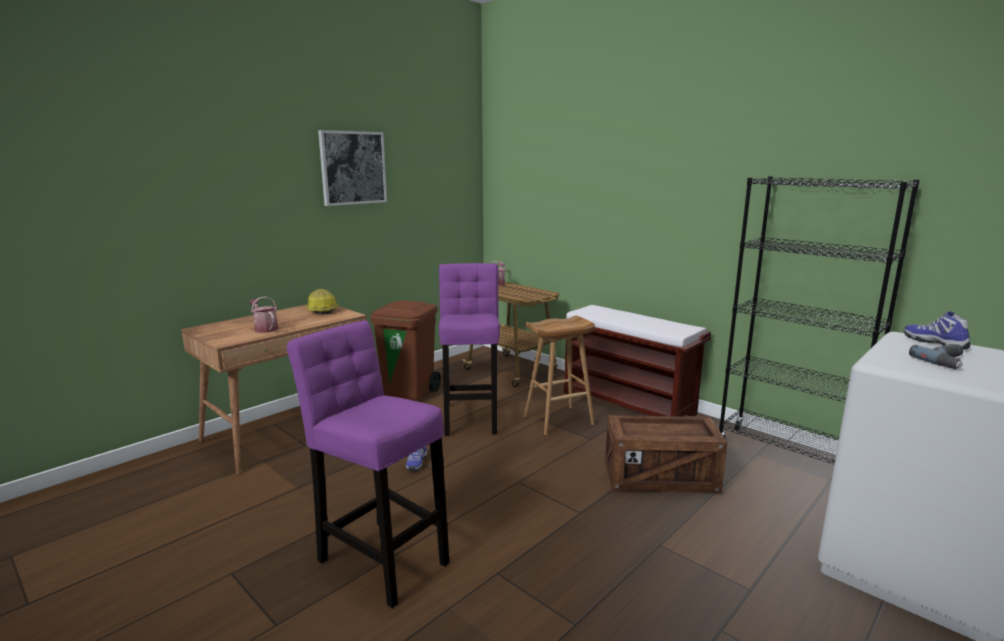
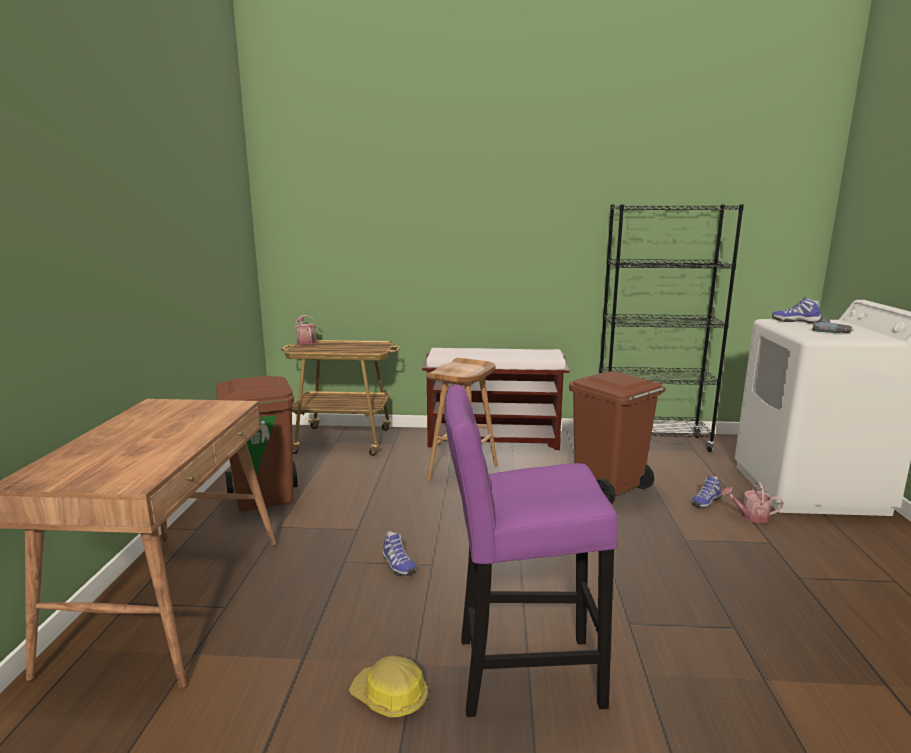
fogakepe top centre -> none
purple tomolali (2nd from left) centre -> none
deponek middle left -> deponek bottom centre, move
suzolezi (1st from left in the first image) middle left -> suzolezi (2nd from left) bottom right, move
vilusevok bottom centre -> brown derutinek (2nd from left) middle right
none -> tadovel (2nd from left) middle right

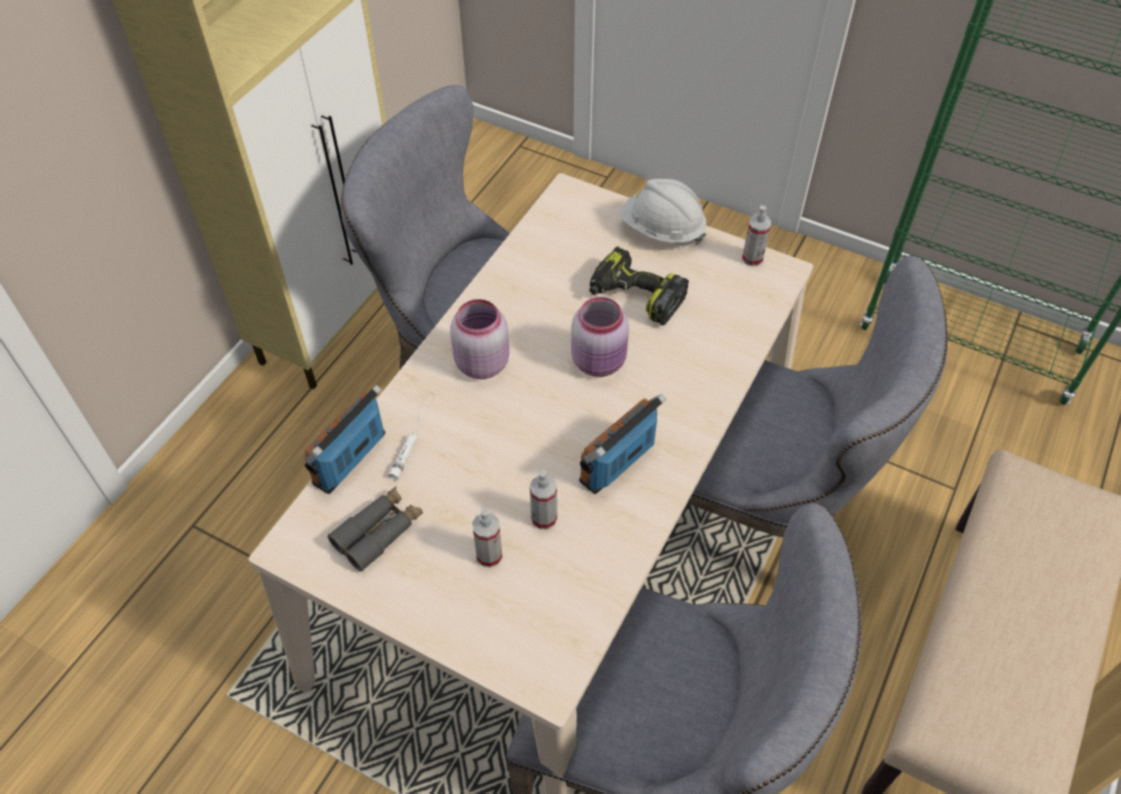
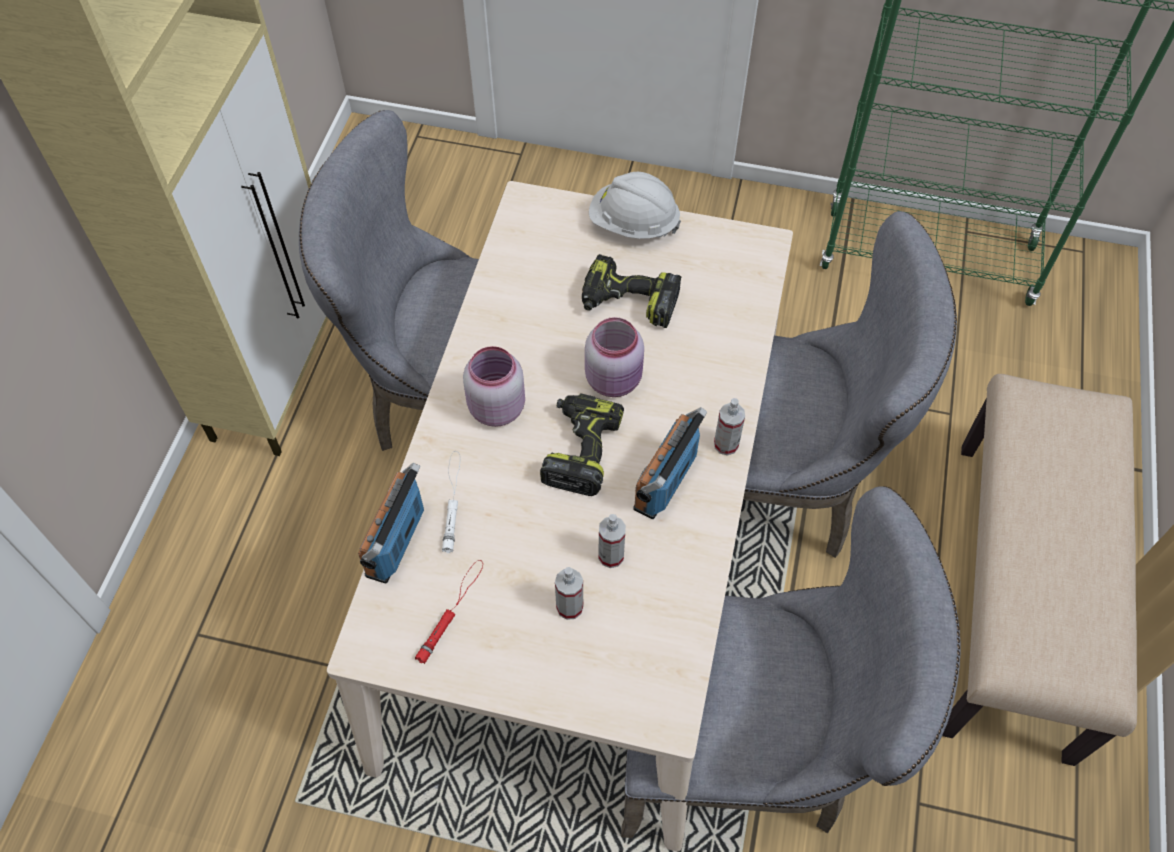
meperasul (3rd from left) top right -> meperasul (3rd from left) centre, move
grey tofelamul centre -> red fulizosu bottom centre
none -> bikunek (1st from left) centre

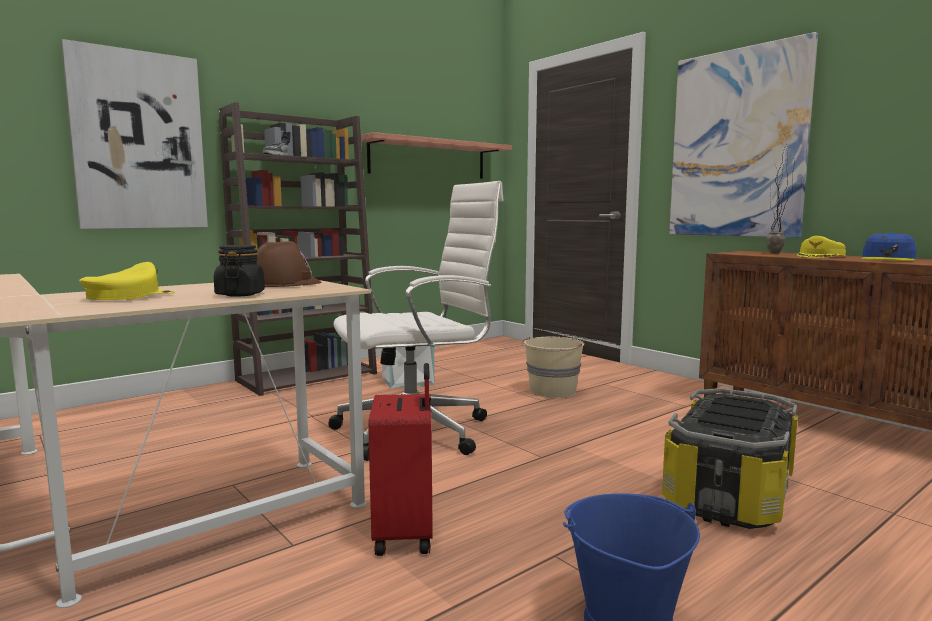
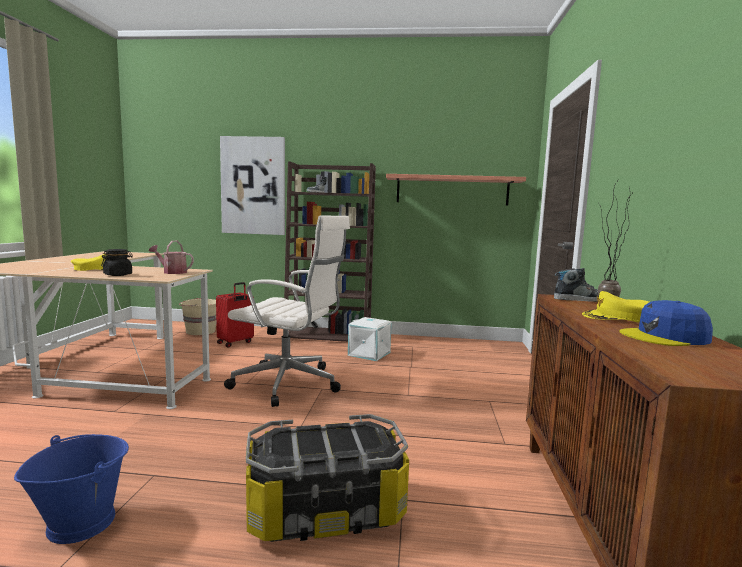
fogakepe (2nd from left) top right -> none
brown deponek middle left -> suzolezi middle left
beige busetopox centre -> beige busetopox middle left, move
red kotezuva bottom centre -> red kotezuva middle left, move
none -> tadovel (2nd from left) middle right

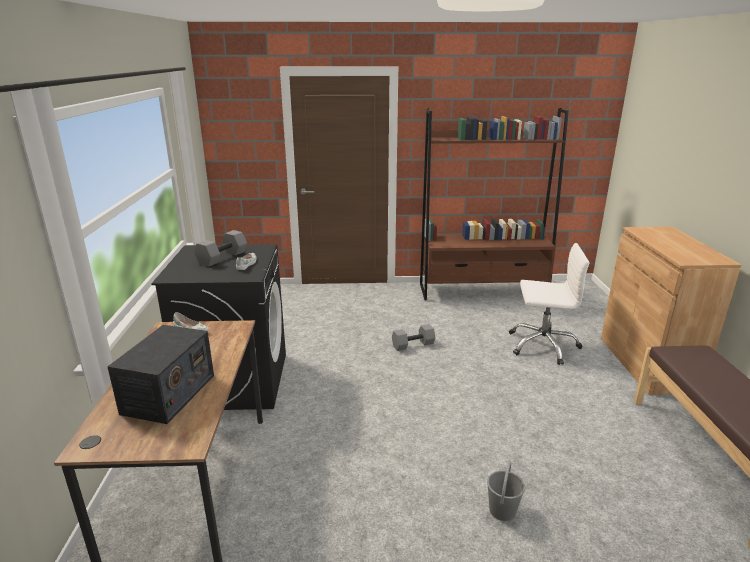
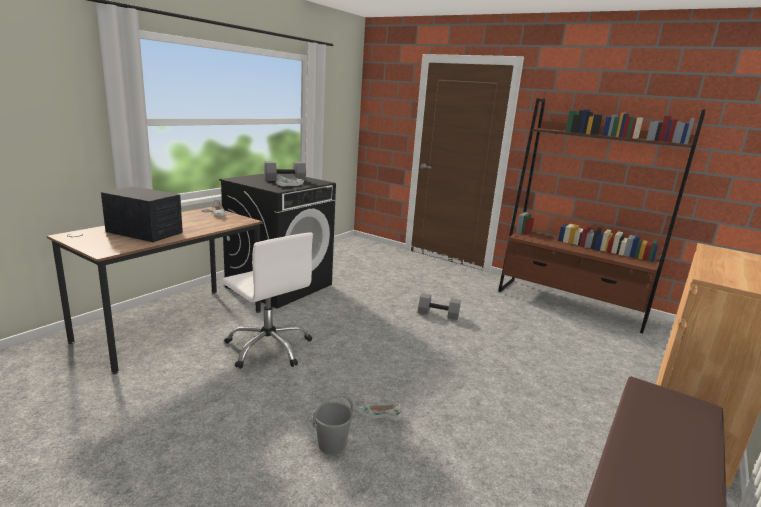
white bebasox middle right -> white bebasox centre, move
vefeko middle left, 120 degrees counterclockwise
none -> white tadovel (3rd from left) bottom centre

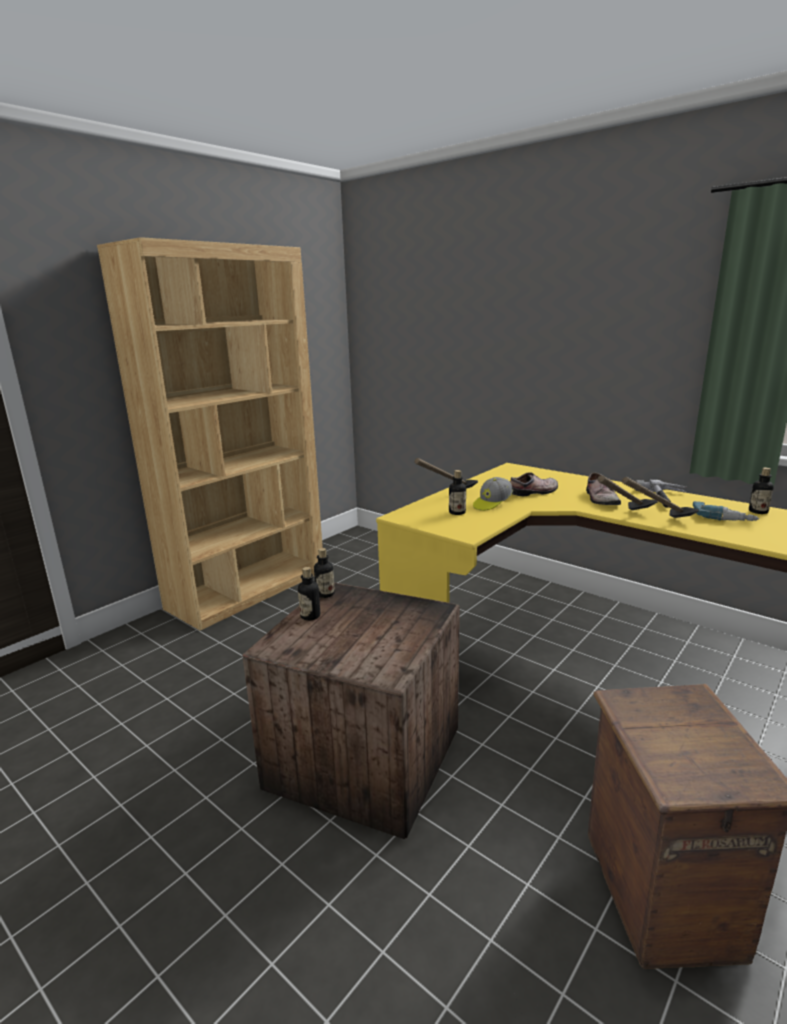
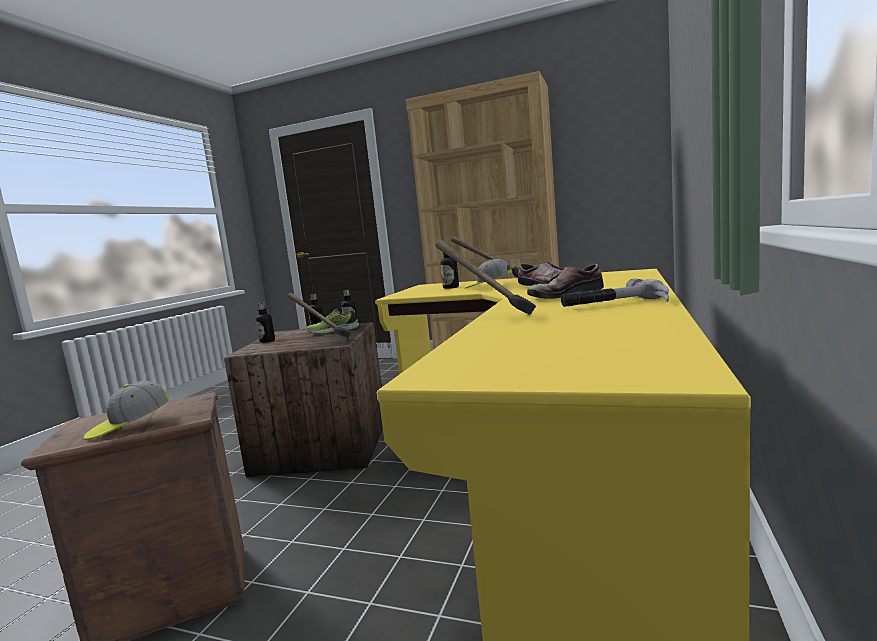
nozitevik (4th from left in the first image) middle right -> nozitevik (1st from left) middle left, move
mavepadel (2nd from left in the first image) middle right -> mavepadel (1st from left) centre, move
bikunek middle right -> none
none -> tadovel (1st from left) centre
none -> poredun (1st from left) middle left

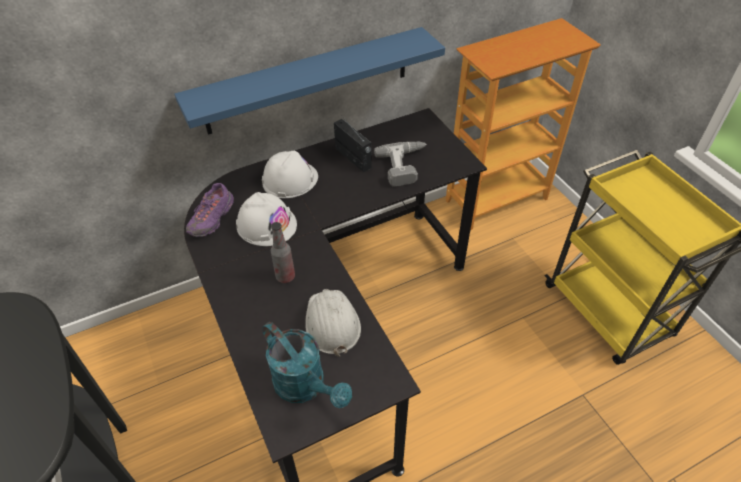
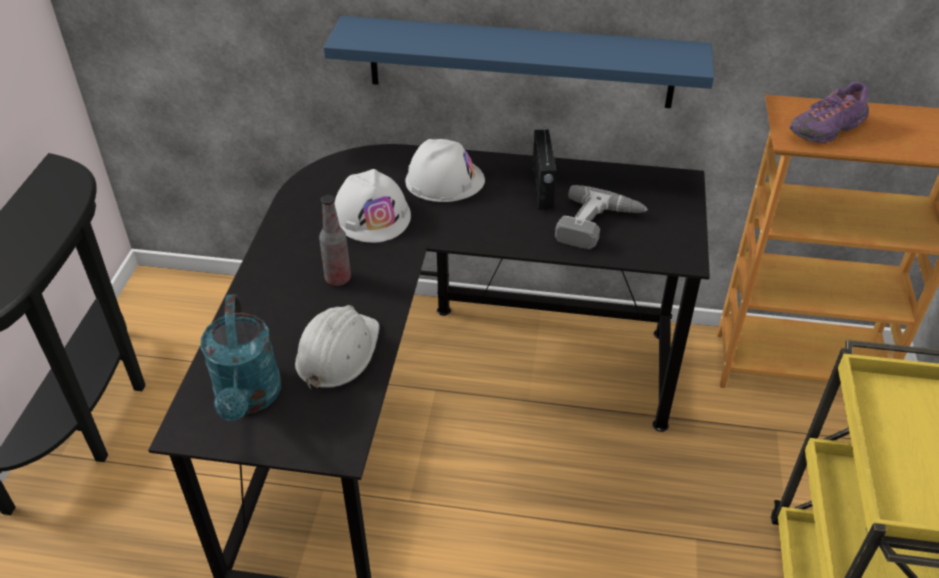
purple tadovel middle left -> purple tadovel top right, move

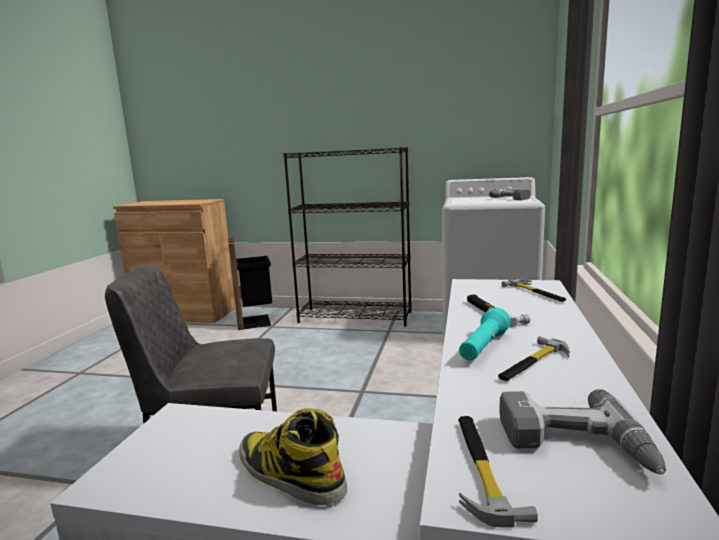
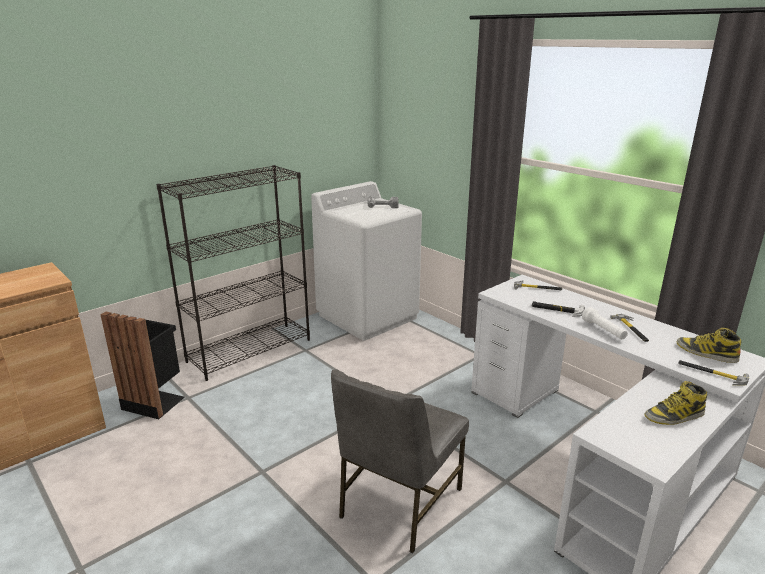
turquoise fulizosu middle right -> white fulizosu middle right
bikunek (2nd from left) bottom right -> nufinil (2nd from left) middle right

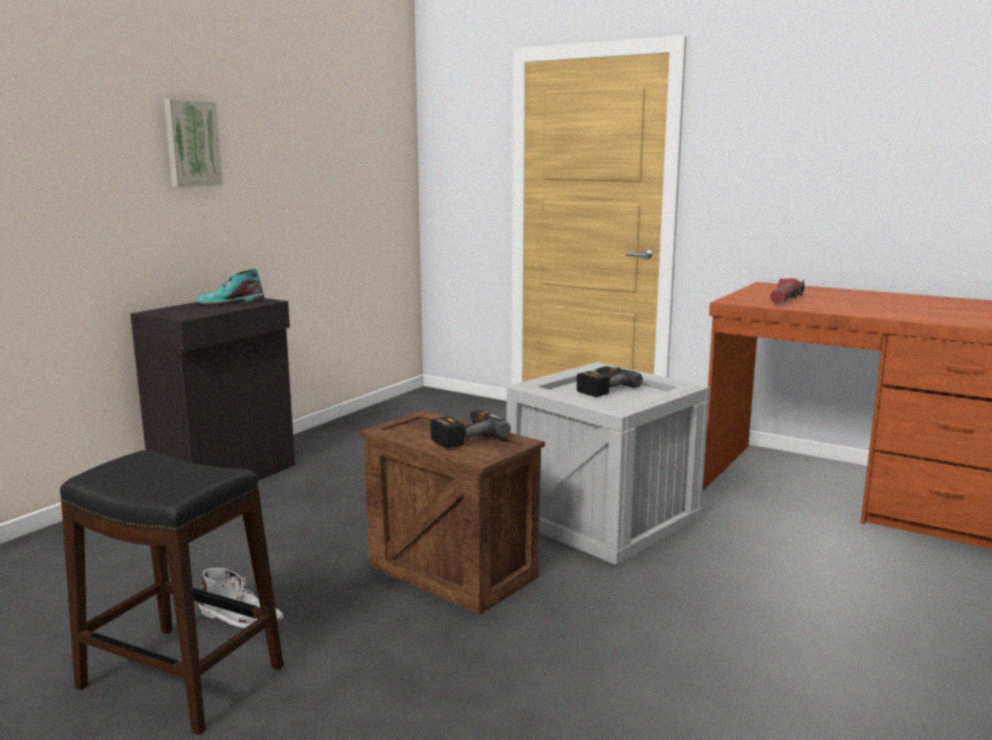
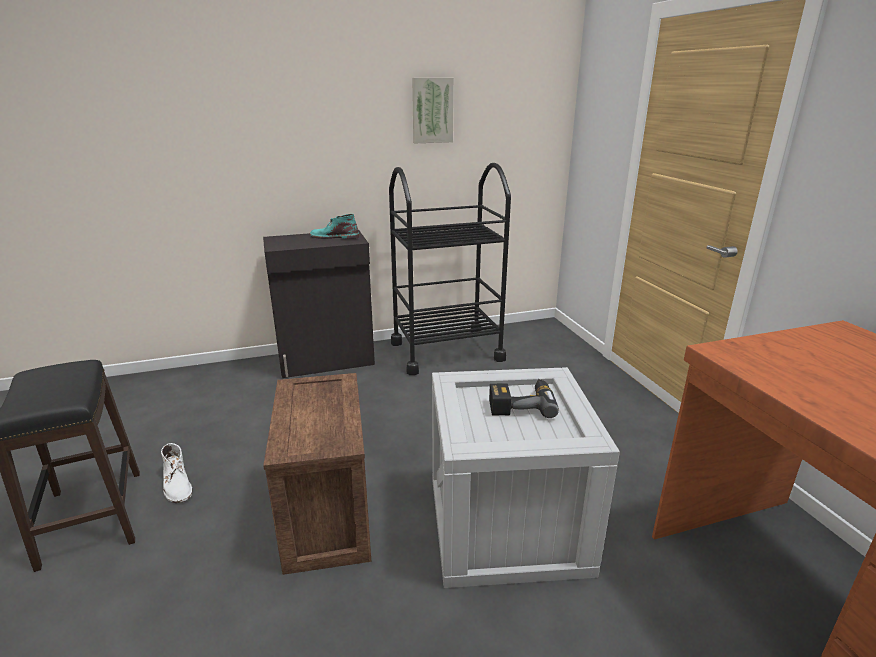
fogakepe top left -> fogakepe top centre, move
fulizosu middle right -> none
bikunek (1st from left) centre -> none
none -> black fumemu centre

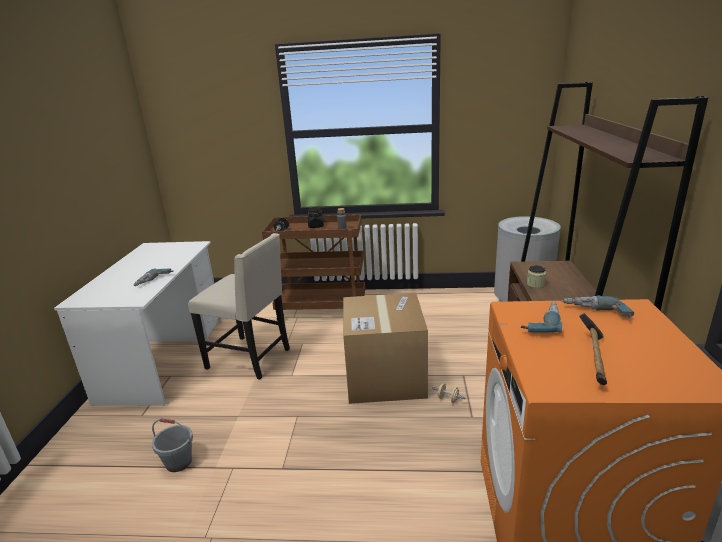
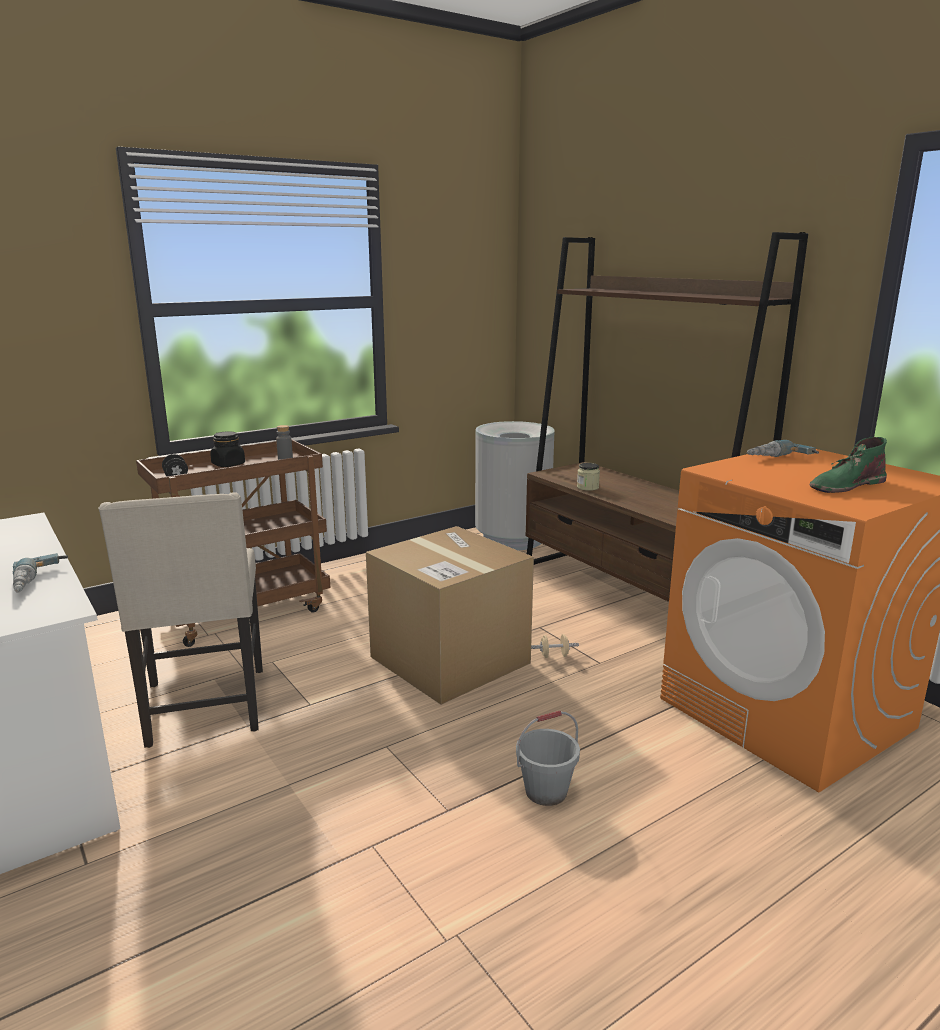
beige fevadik middle left, 90 degrees clockwise
bikunek (2nd from left) middle right -> none
mavepadel middle right -> green nufinil middle right
grey busetopox bottom left -> grey busetopox bottom centre, move

